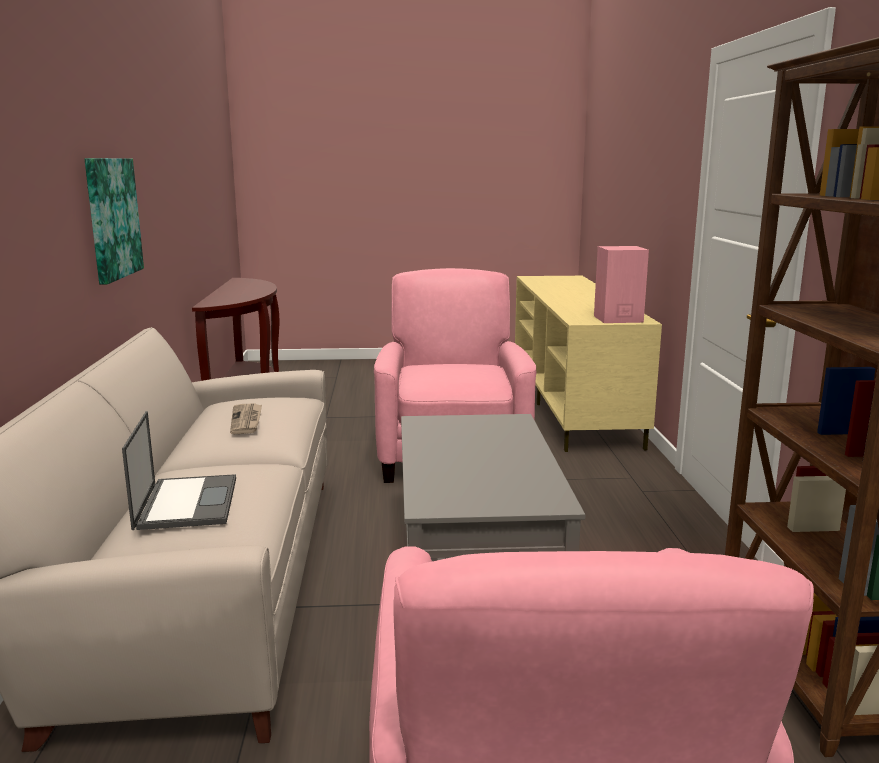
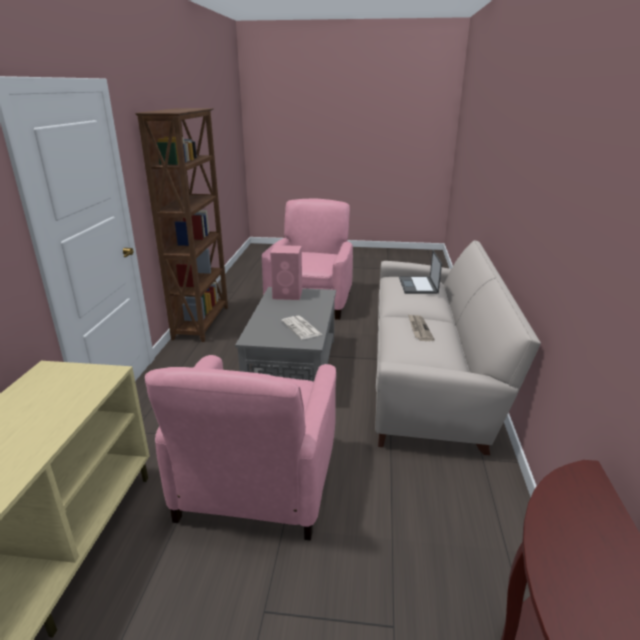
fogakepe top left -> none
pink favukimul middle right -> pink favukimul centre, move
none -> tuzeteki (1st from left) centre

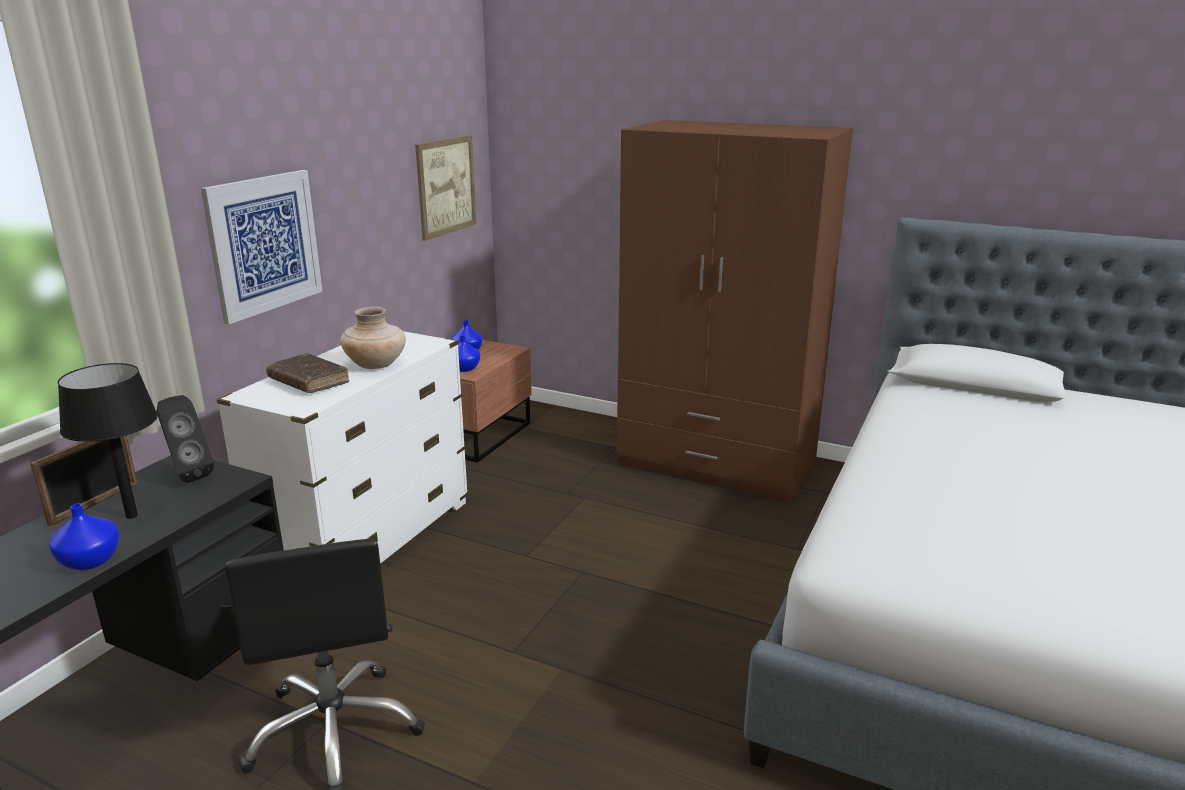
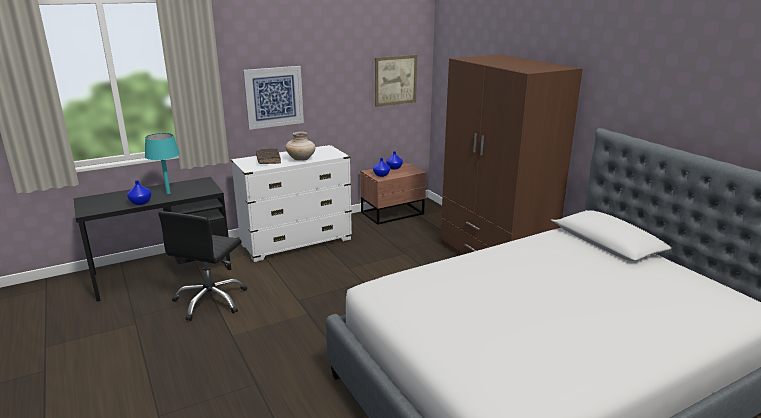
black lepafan middle left -> turquoise lepafan middle left
black favukimul middle left -> none
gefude middle left -> none

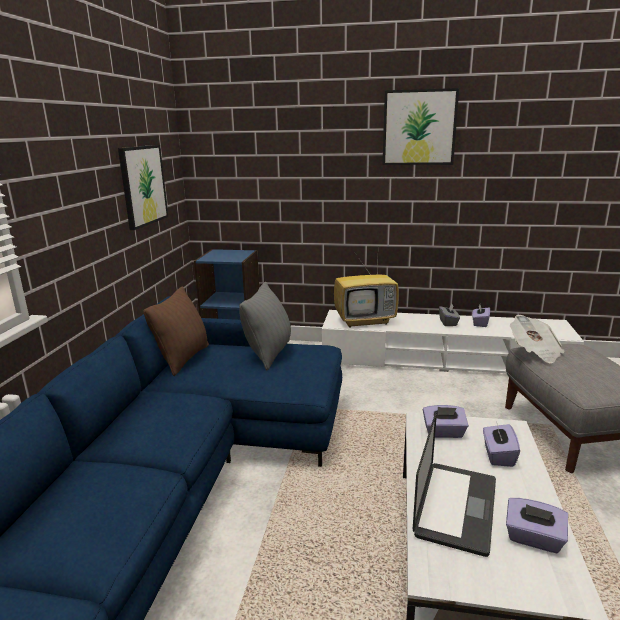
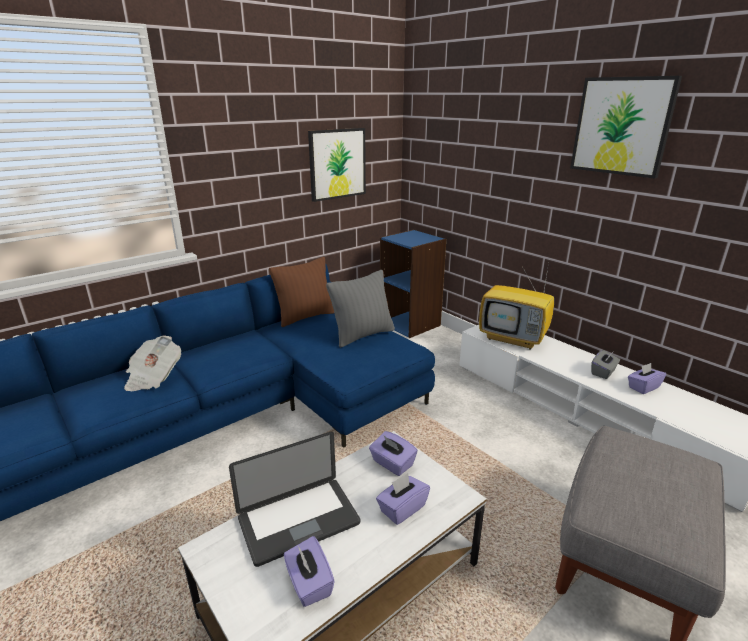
tuzeteki middle right -> tuzeteki middle left, move

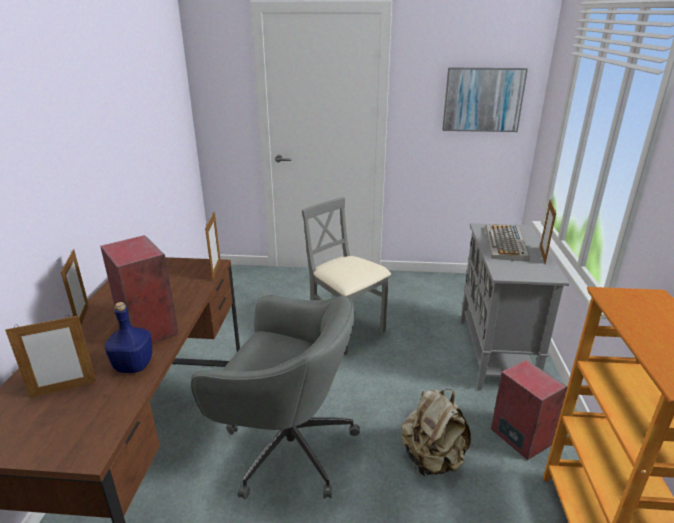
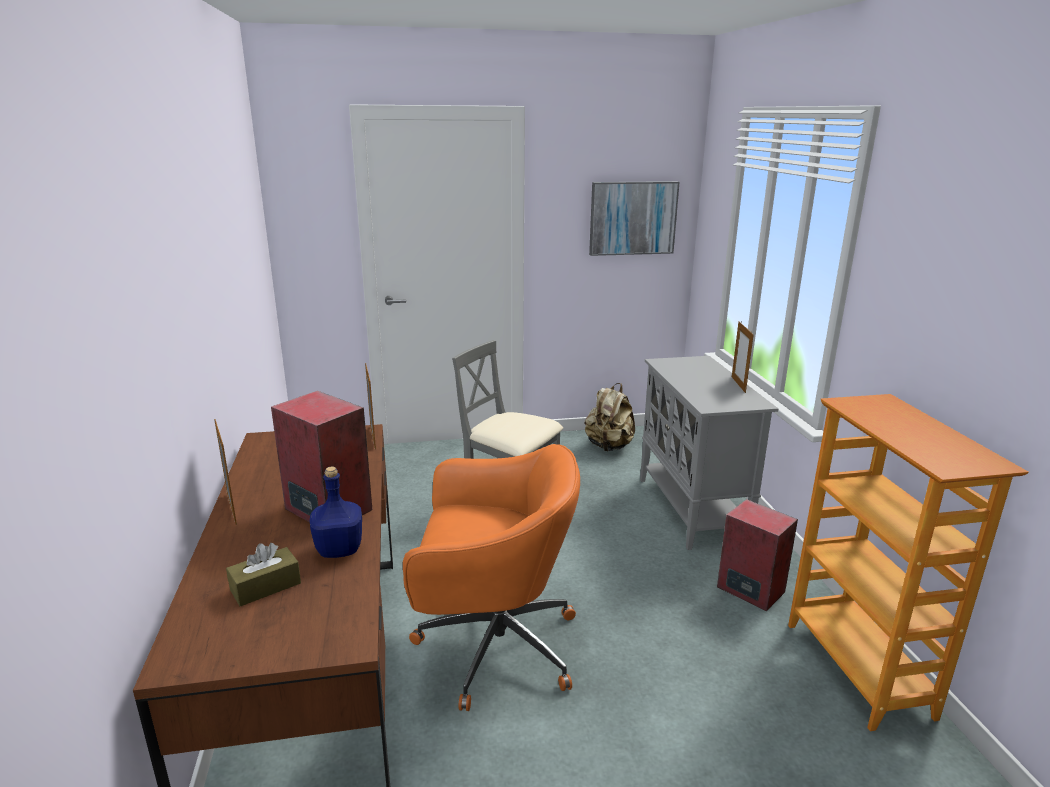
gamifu middle right -> none
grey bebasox bottom centre -> orange bebasox bottom centre
gefude (1st from left) bottom left -> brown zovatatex bottom left
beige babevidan bottom centre -> beige babevidan centre, move

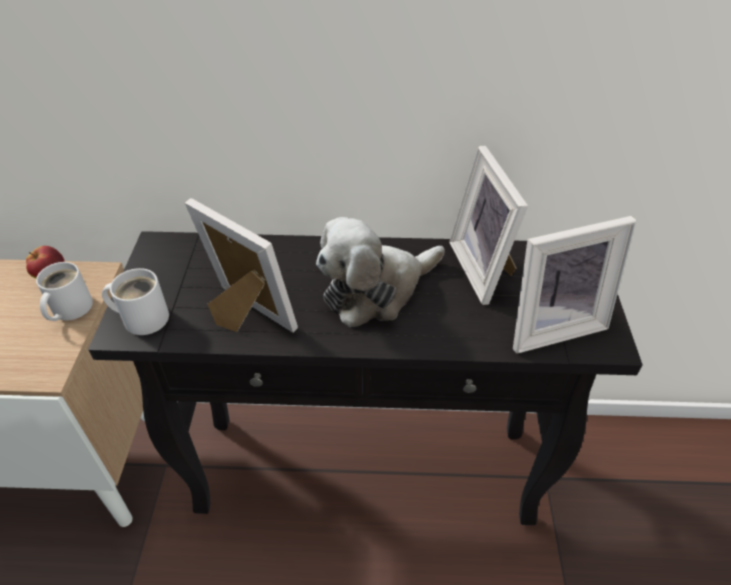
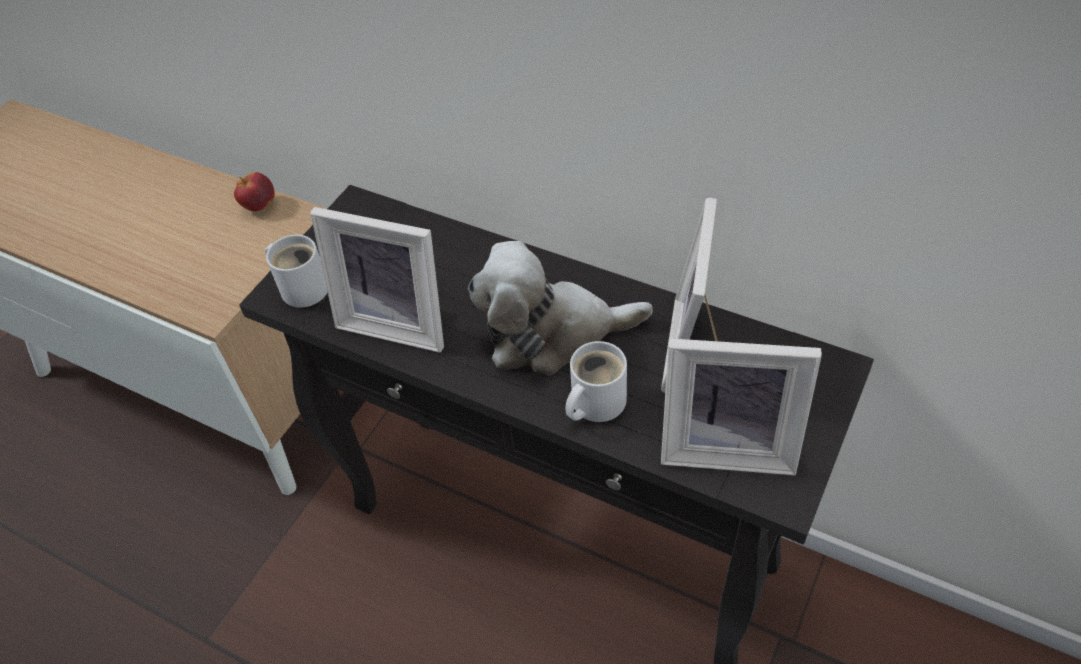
gefude (1st from left) middle left -> gefude (1st from left) centre, 135 degrees clockwise
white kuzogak (1st from left in the first image) middle left -> white kuzogak (2nd from left) centre, move

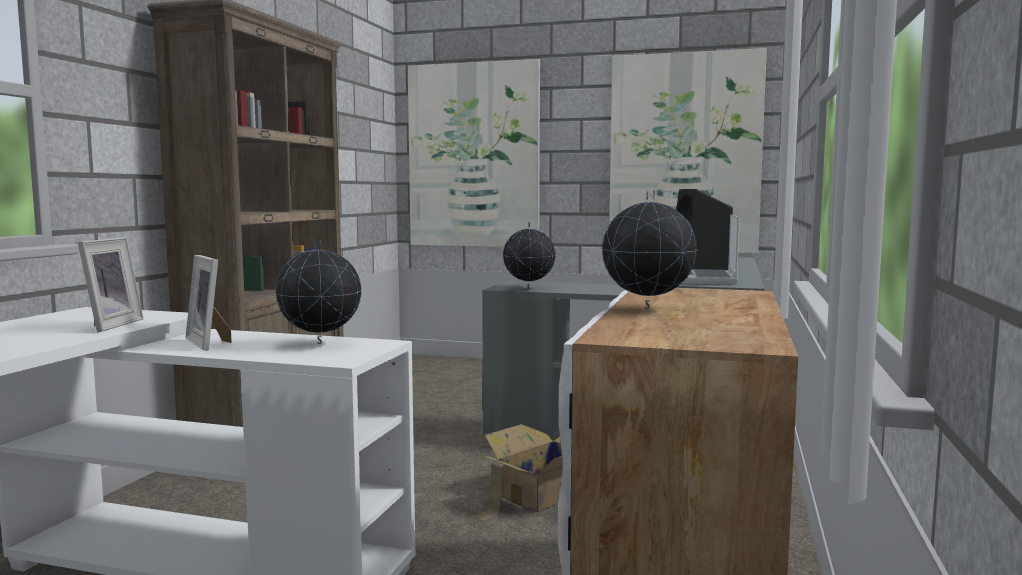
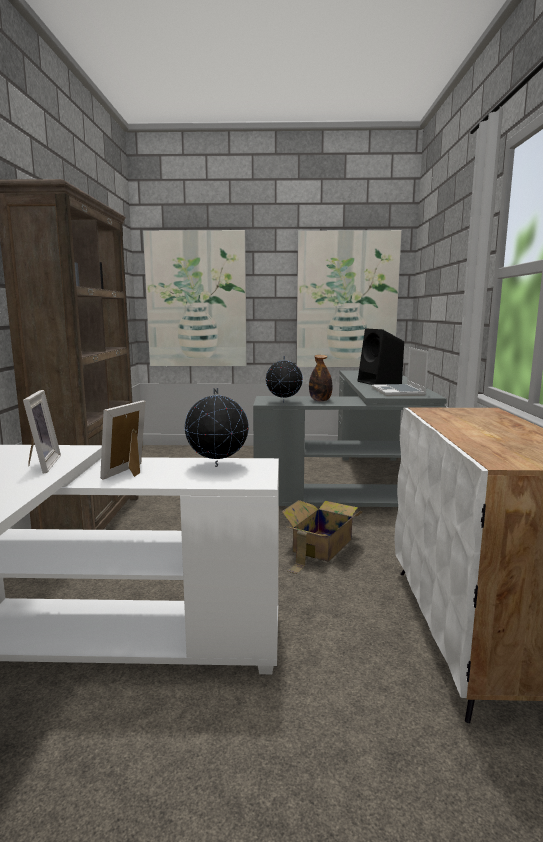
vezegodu (3rd from left) centre -> none
gefude (2nd from left) middle left, 75 degrees clockwise
none -> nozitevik centre

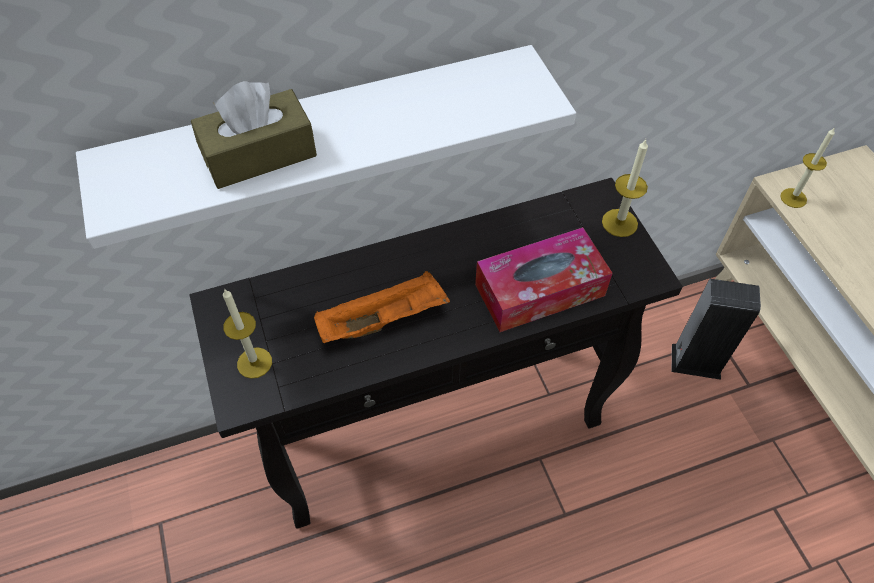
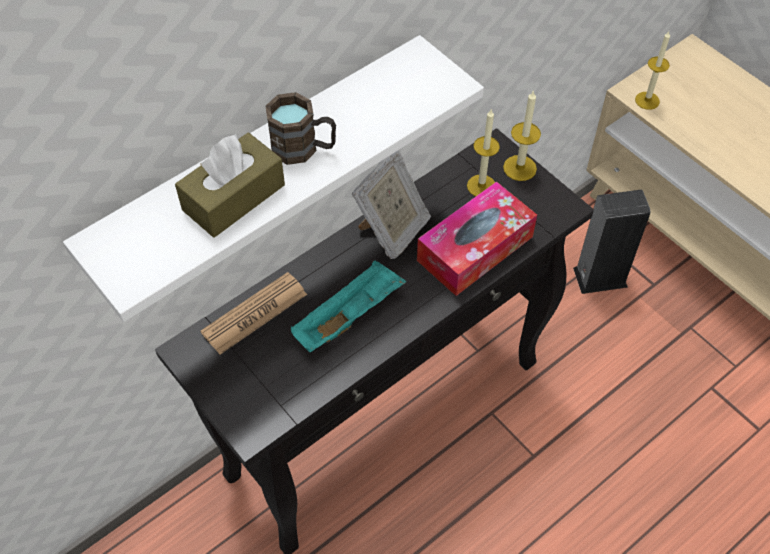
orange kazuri centre -> turquoise kazuri centre
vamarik (1st from left) middle left -> vamarik (1st from left) top centre, move
none -> brown kuzogak top centre
none -> gefude centre
none -> tuzeteki middle left

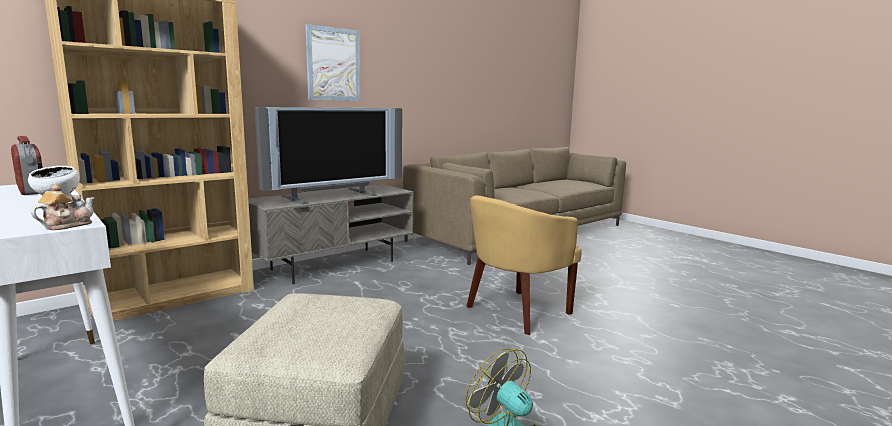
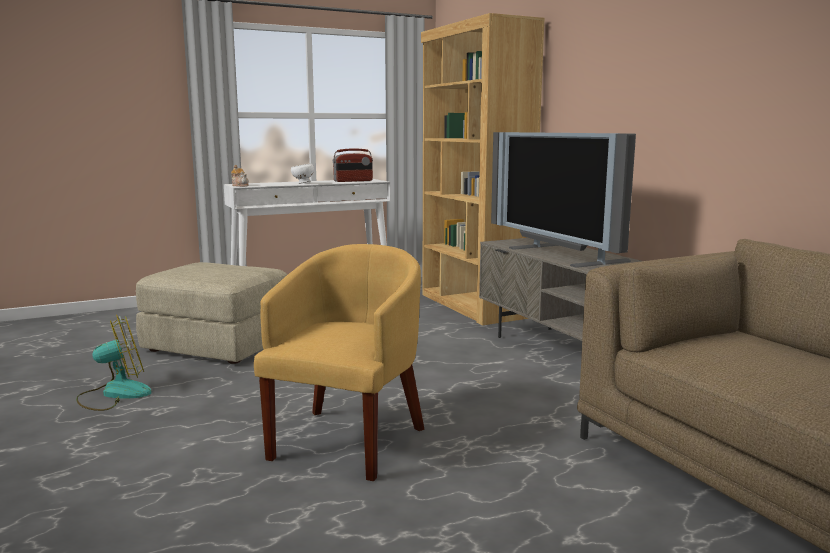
fogakepe top centre -> none
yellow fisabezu centre, 45 degrees clockwise

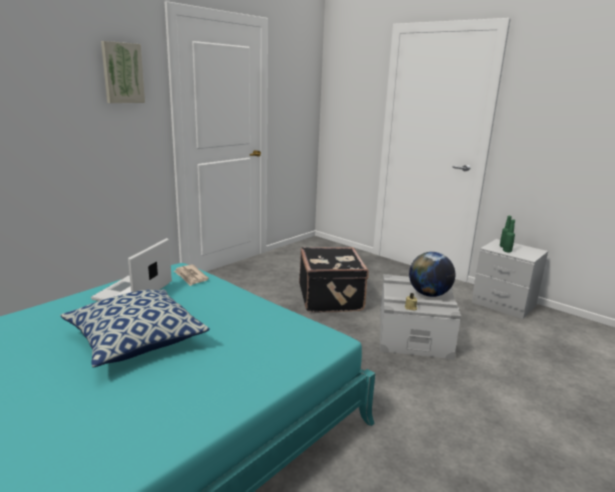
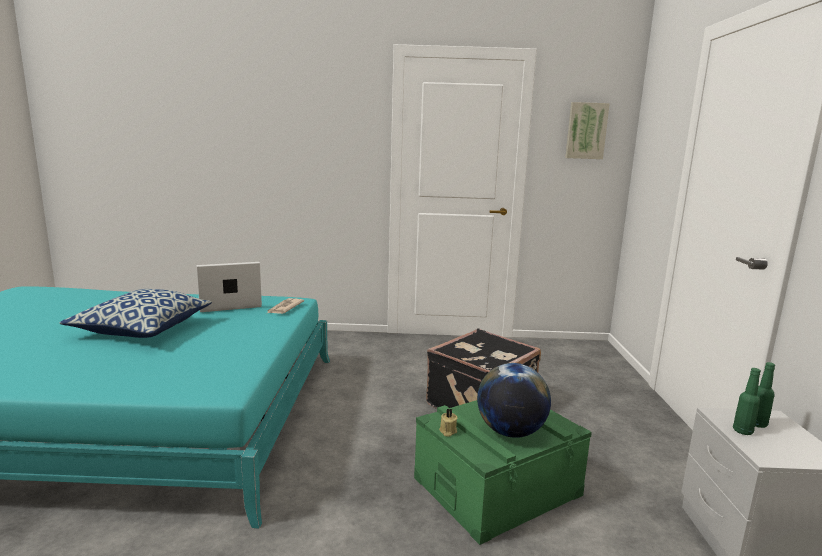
fogakepe top left -> fogakepe top right, move
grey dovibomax middle right -> green dovibomax bottom centre

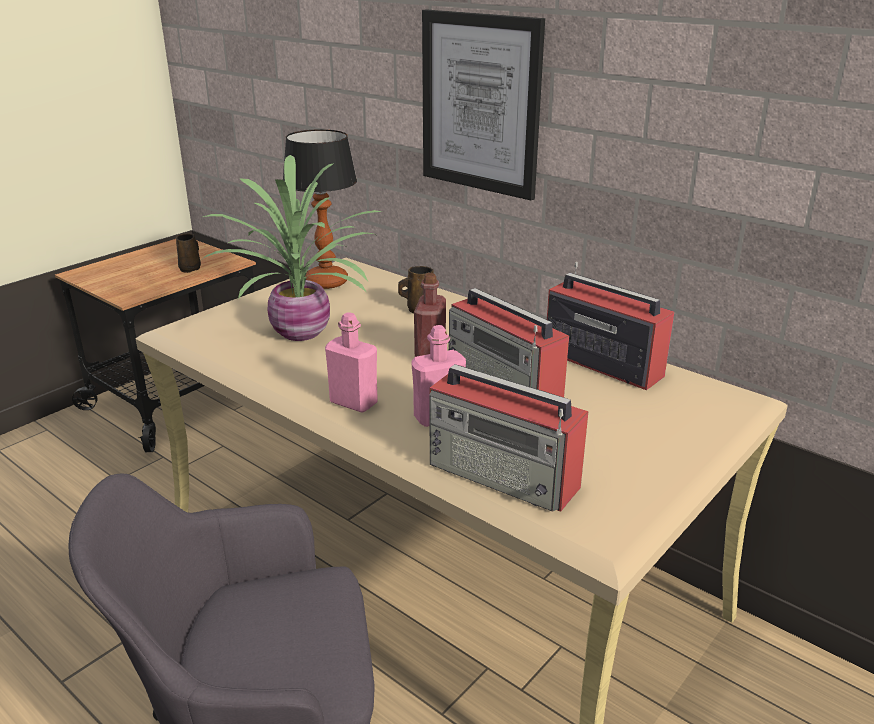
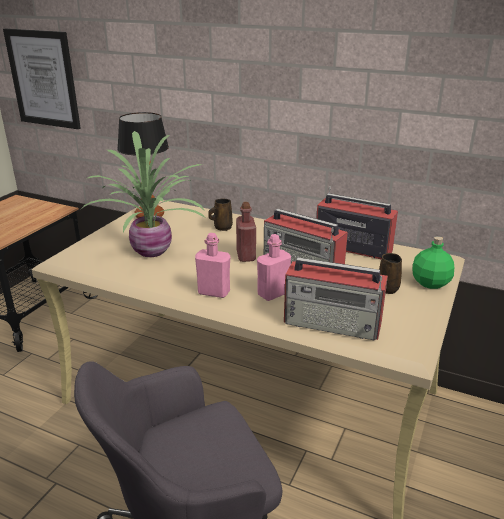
fogakepe top centre -> fogakepe top left, move
brown kuzogak (1st from left in the first image) middle left -> brown kuzogak (2nd from left) middle right, move
none -> green nozitevik middle right

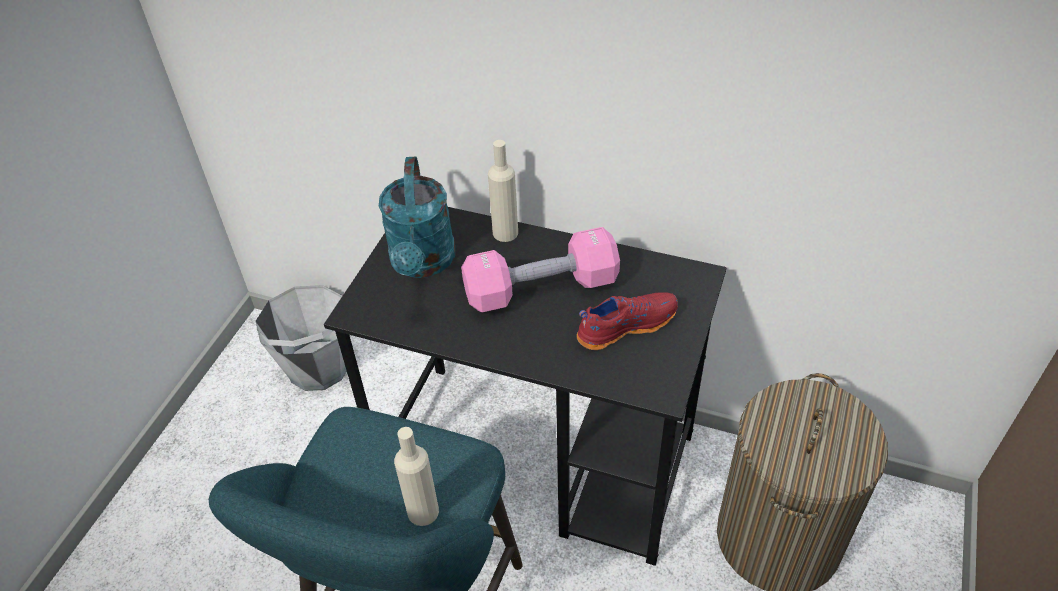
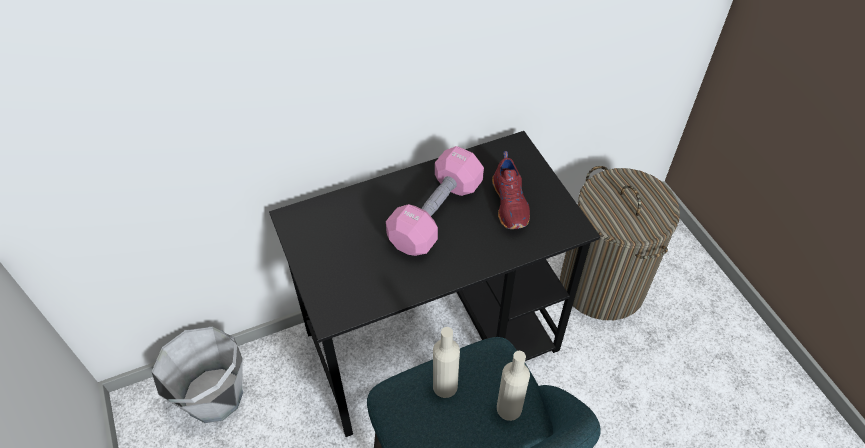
beige nozitevik (2nd from left in the first image) top centre -> beige nozitevik (1st from left) bottom centre, move
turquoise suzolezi centre -> none
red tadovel centre, 150 degrees clockwise

